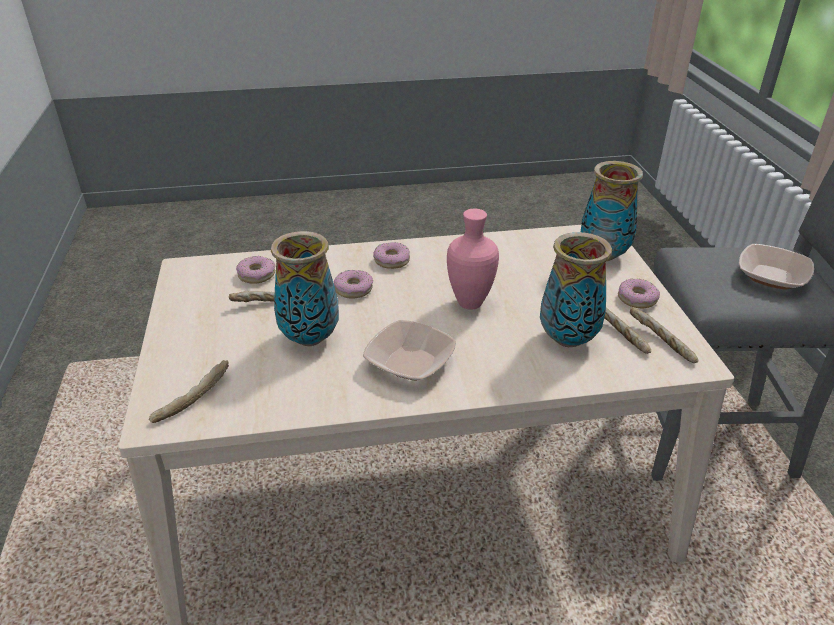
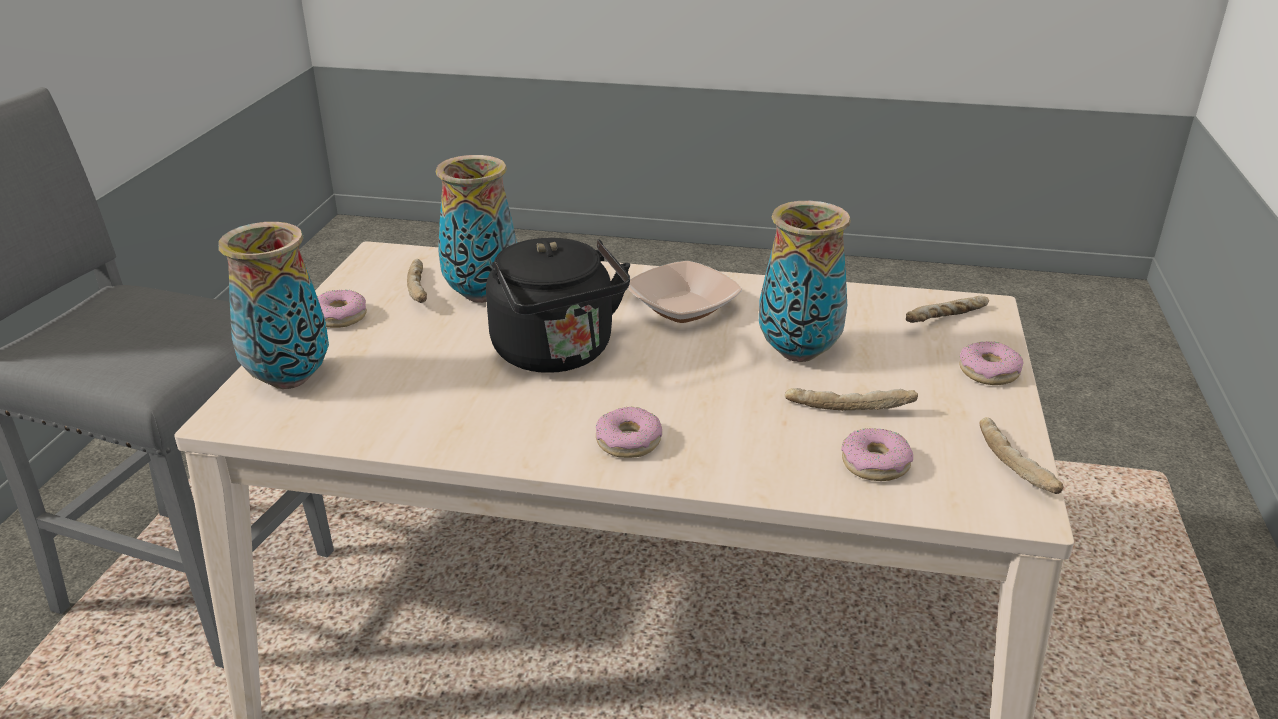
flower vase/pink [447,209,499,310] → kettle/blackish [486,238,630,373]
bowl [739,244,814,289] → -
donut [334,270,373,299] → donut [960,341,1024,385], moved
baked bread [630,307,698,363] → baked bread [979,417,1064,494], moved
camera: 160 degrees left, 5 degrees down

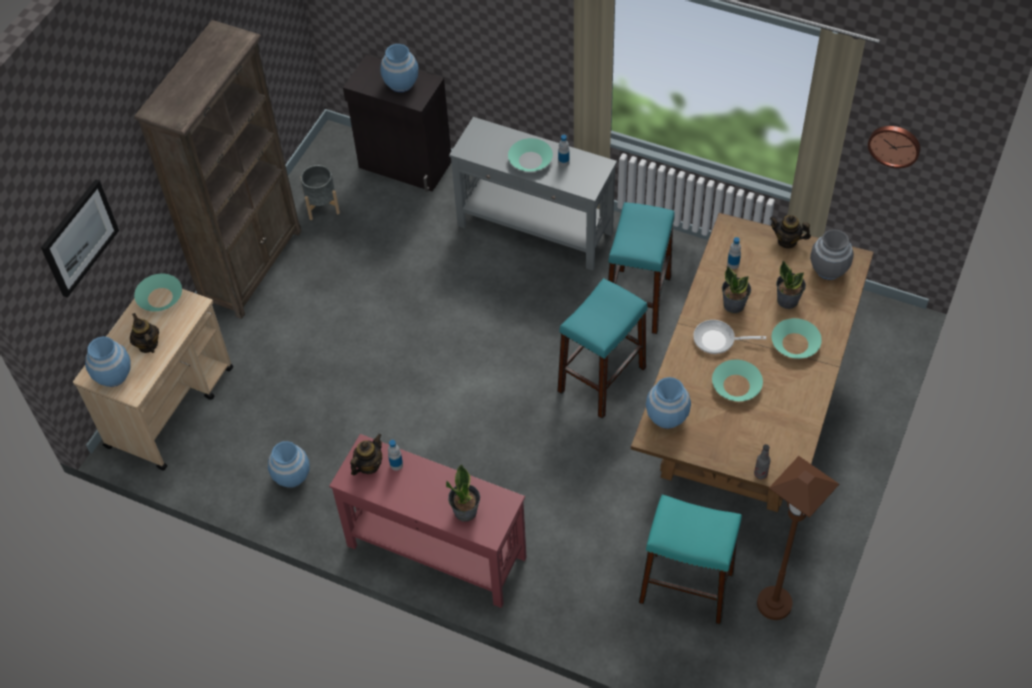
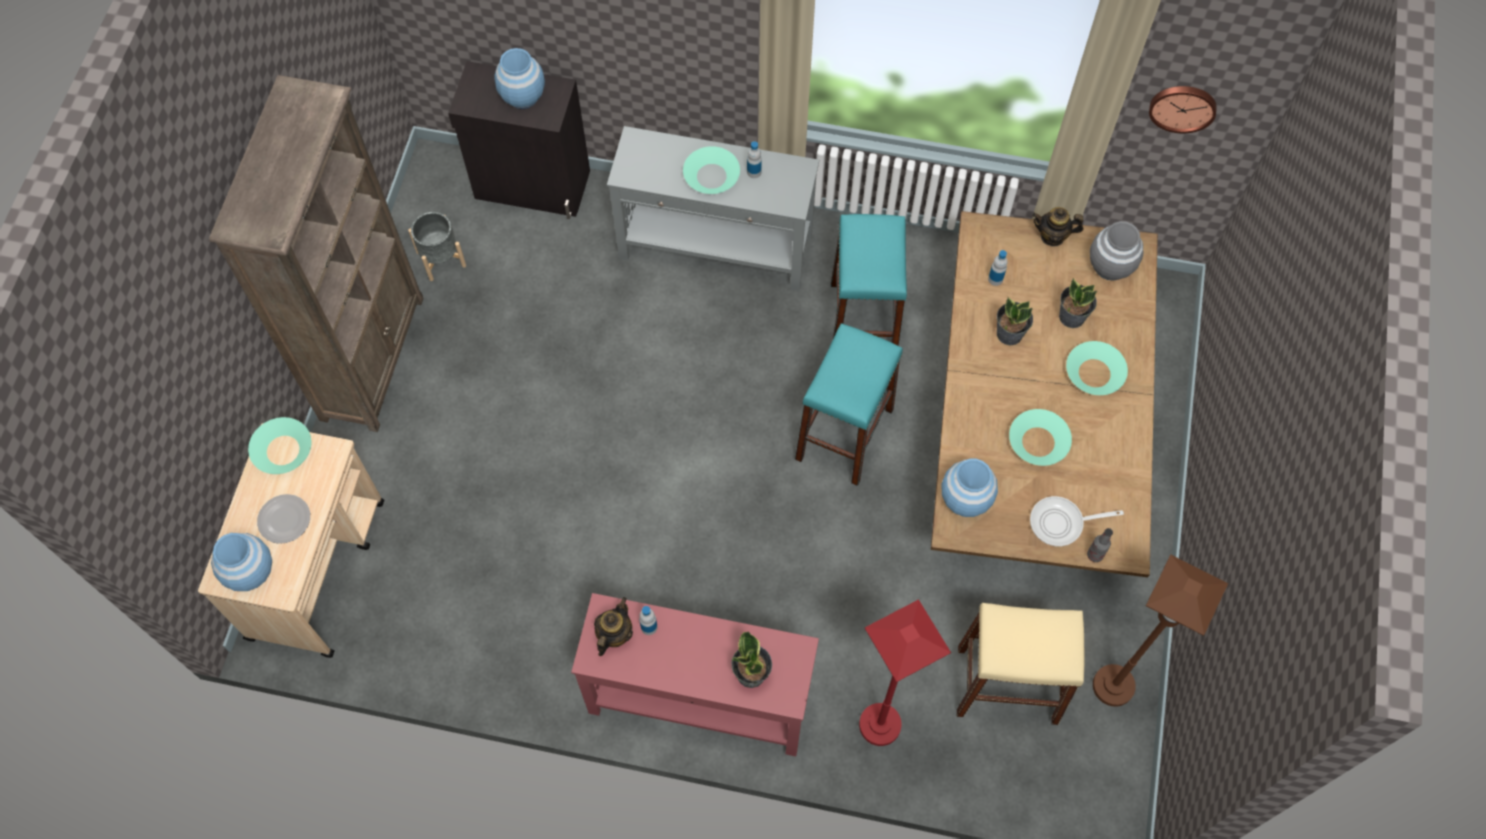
picture [41,179,119,298] → -
teapot [130,313,159,353] → dinner plate [257,494,310,544]
skillet [693,320,766,354] → skillet [1030,496,1124,547], moved
flower vase/blue [268,441,309,488] → -
sitting stool/blue-green [639,495,742,625] → sitting stool/beige [957,603,1084,725]
- → floor lamp/red-coloured [859,599,951,746]
camera: 15 degrees left, 10 degrees up

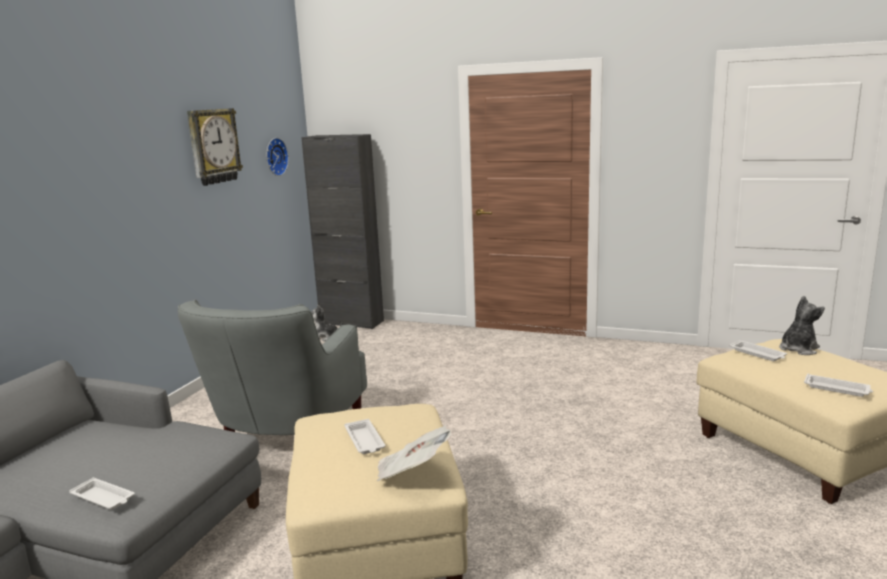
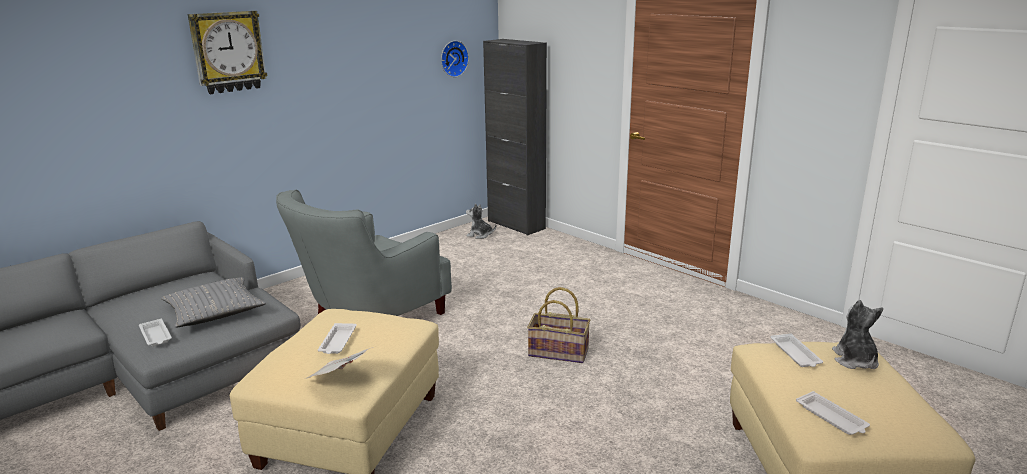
clock on the wall [187,108,243,186] → clock on the wall [188,11,268,94], moved
cuddly toy [779,296,825,355] → cuddly toy [832,300,883,369], 75 degrees counterclockwise
- → pillow/gray [161,277,266,327]
- → basket [527,287,590,363]
camera: 25 degrees right, 5 degrees up

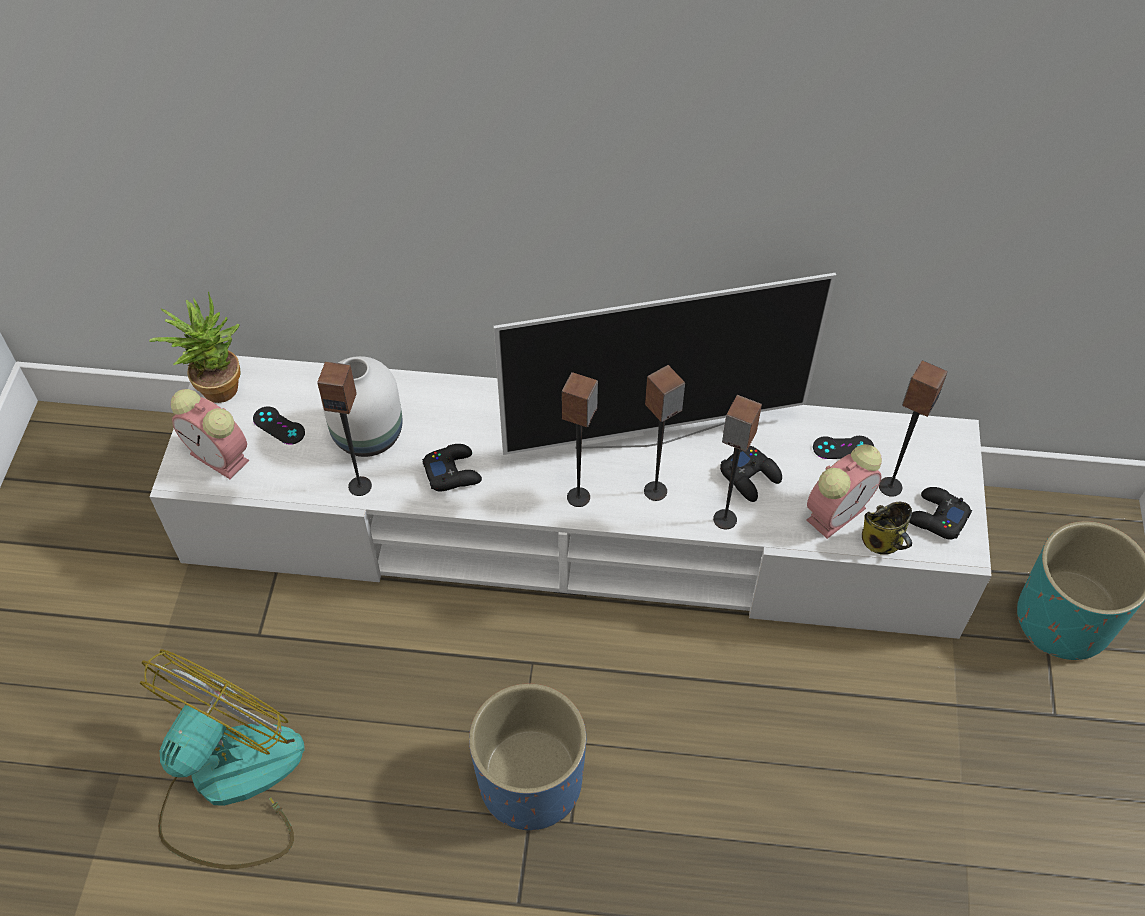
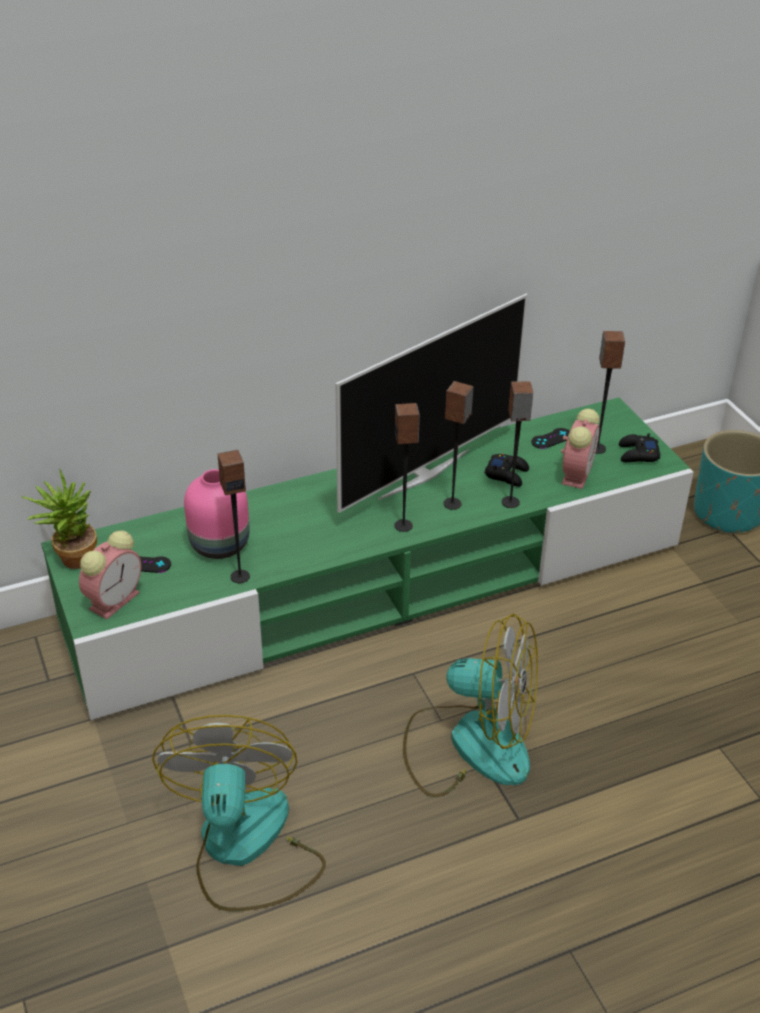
tv unit/whitish [150,356,992,639] → tv unit/green-coloured [41,397,694,720]
flower vase/whitish [321,356,403,457] → flower vase/pink [184,469,250,559]
table clock [171,389,249,479] → table clock [79,530,142,619], 60 degrees counterclockwise
gamepad/blackish [422,444,482,492] → -
mug [862,502,912,555] → -
planter/blue [469,684,586,830] → electric fan [403,614,538,797]
camera: 30 degrees left, 15 degrees down

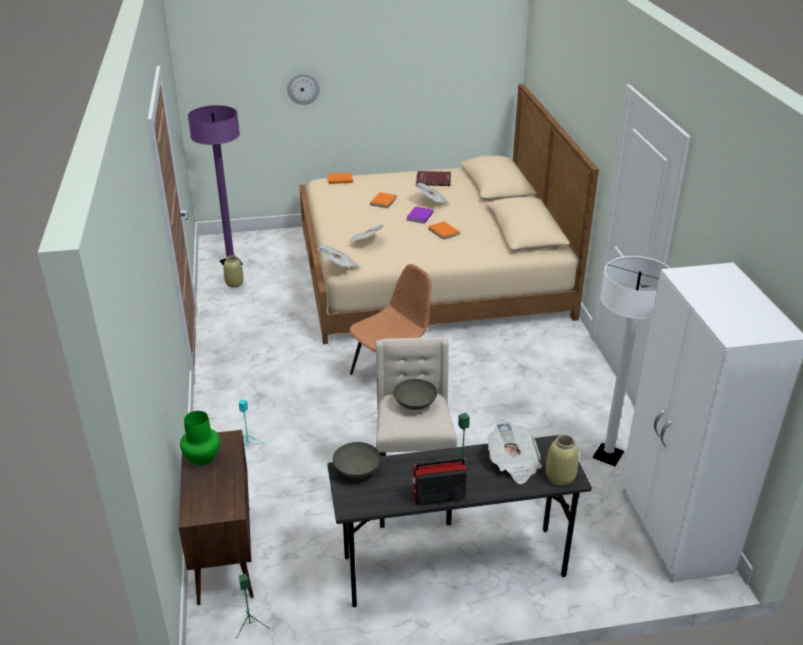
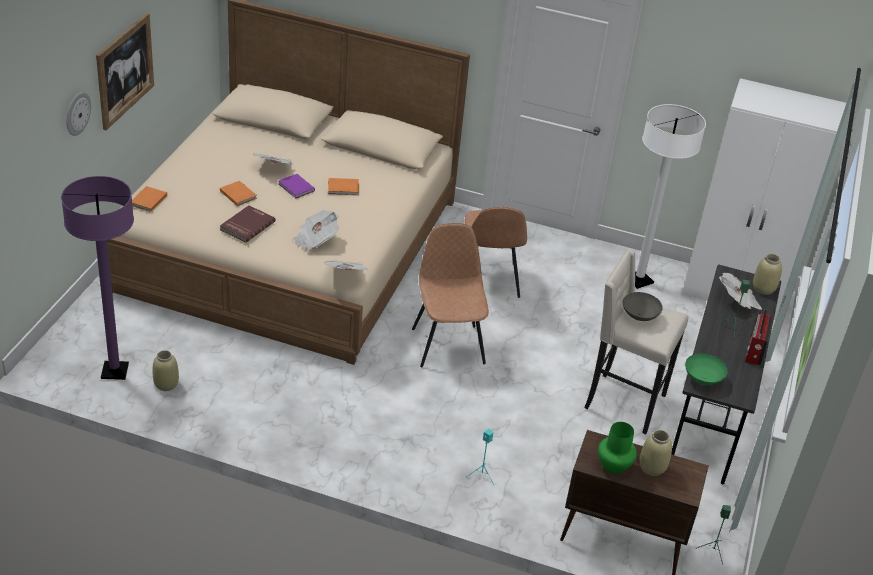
volume/red-coloured [416,171,451,186] → volume/red-coloured [220,205,276,243], moved
bowl/gray [333,442,381,478] → bowl/green-coloured [685,353,728,385]
- → picture [96,13,154,130]
- → plain chair/brownish [464,207,527,298]
- → flower vase/beige [639,430,672,476]
camera: 65 degrees left, 5 degrees up

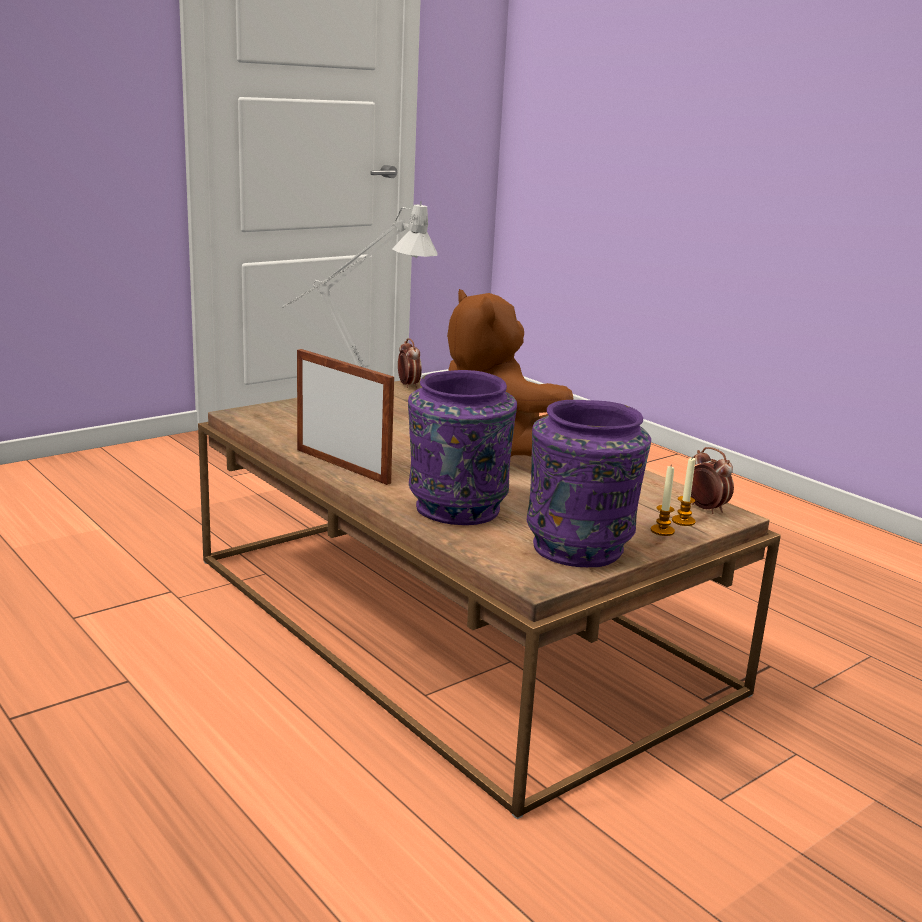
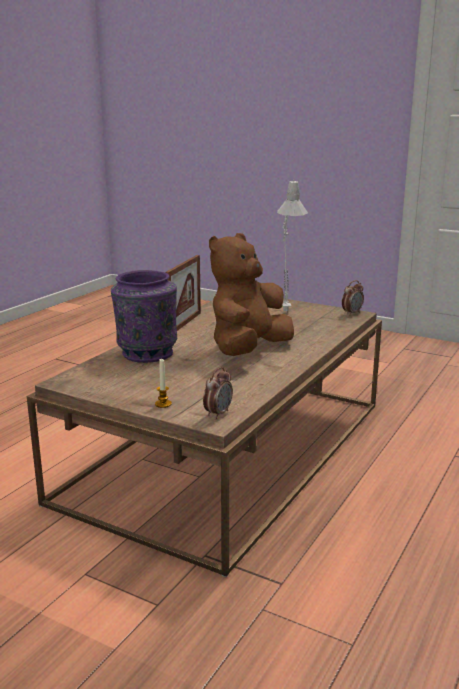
flower vase/purple [527,400,651,567] → -
wax candle [672,456,696,526] → -
camera: 70 degrees right, 0 degrees up

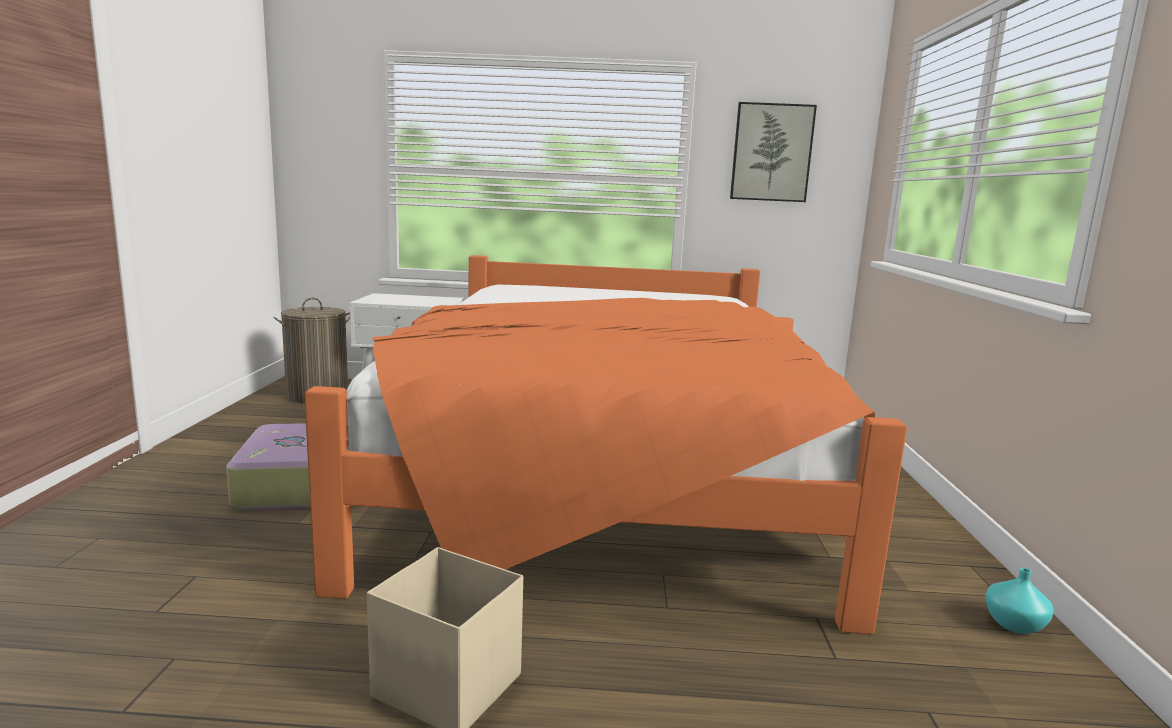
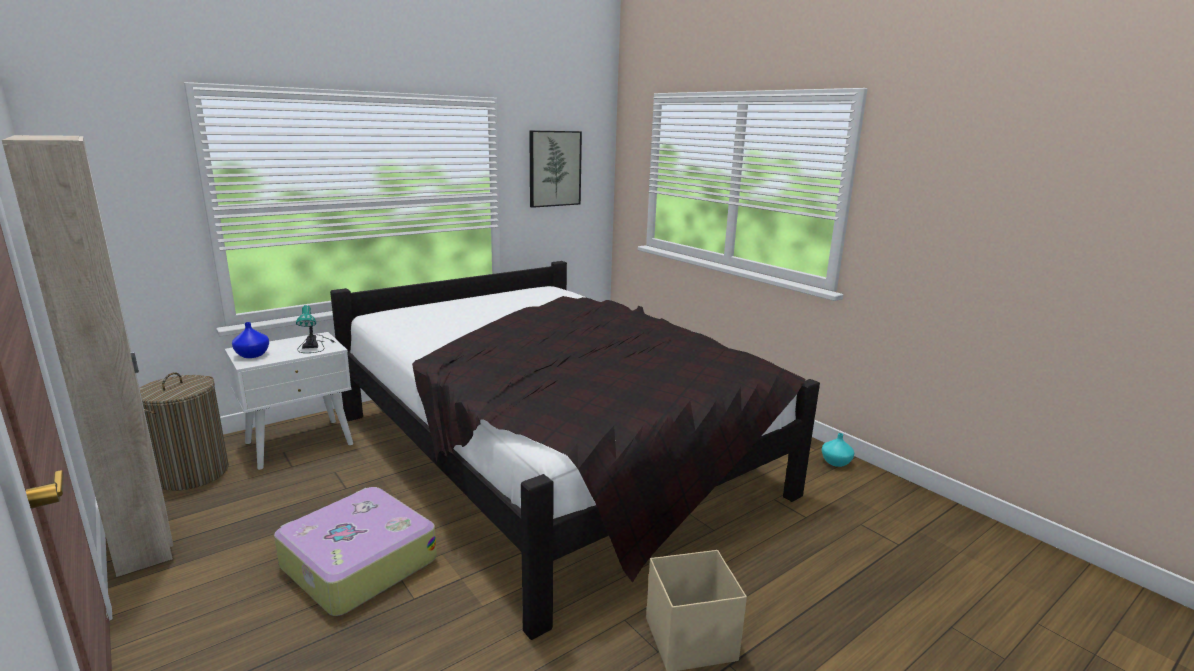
bed/orange [304,255,907,634] → bed/blackish [330,261,820,640]
- → armoire/beige [2,135,173,577]
- → lamp for a table [296,305,335,353]
- → flower vase/blue [232,322,269,358]
camera: 40 degrees left, 5 degrees up

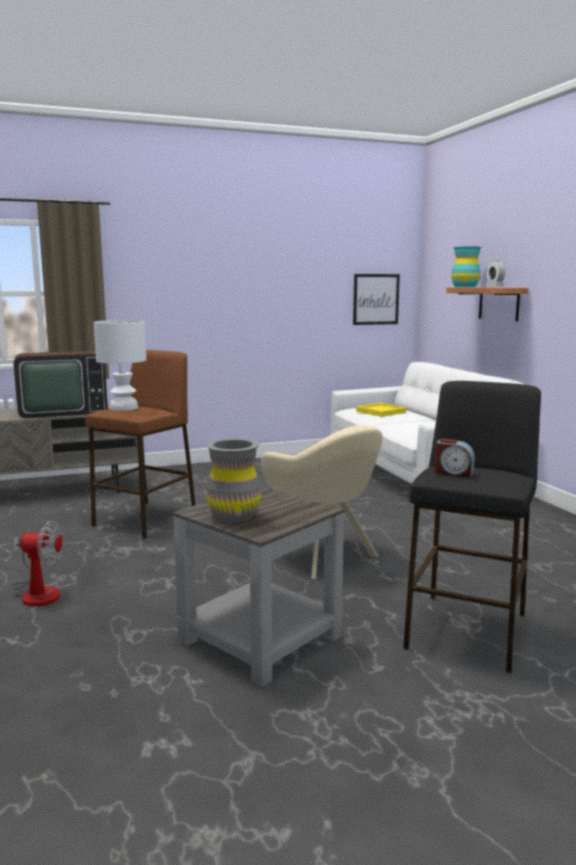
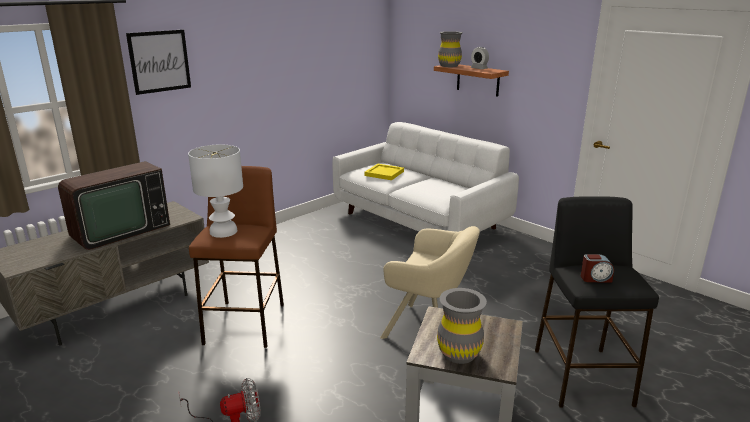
flower vase/blue-green [451,247,481,287] → flower vase/gray [438,31,463,67]
picture [353,274,400,325] → picture [126,30,191,95], moved
camera: 25 degrees left, 10 degrees up

